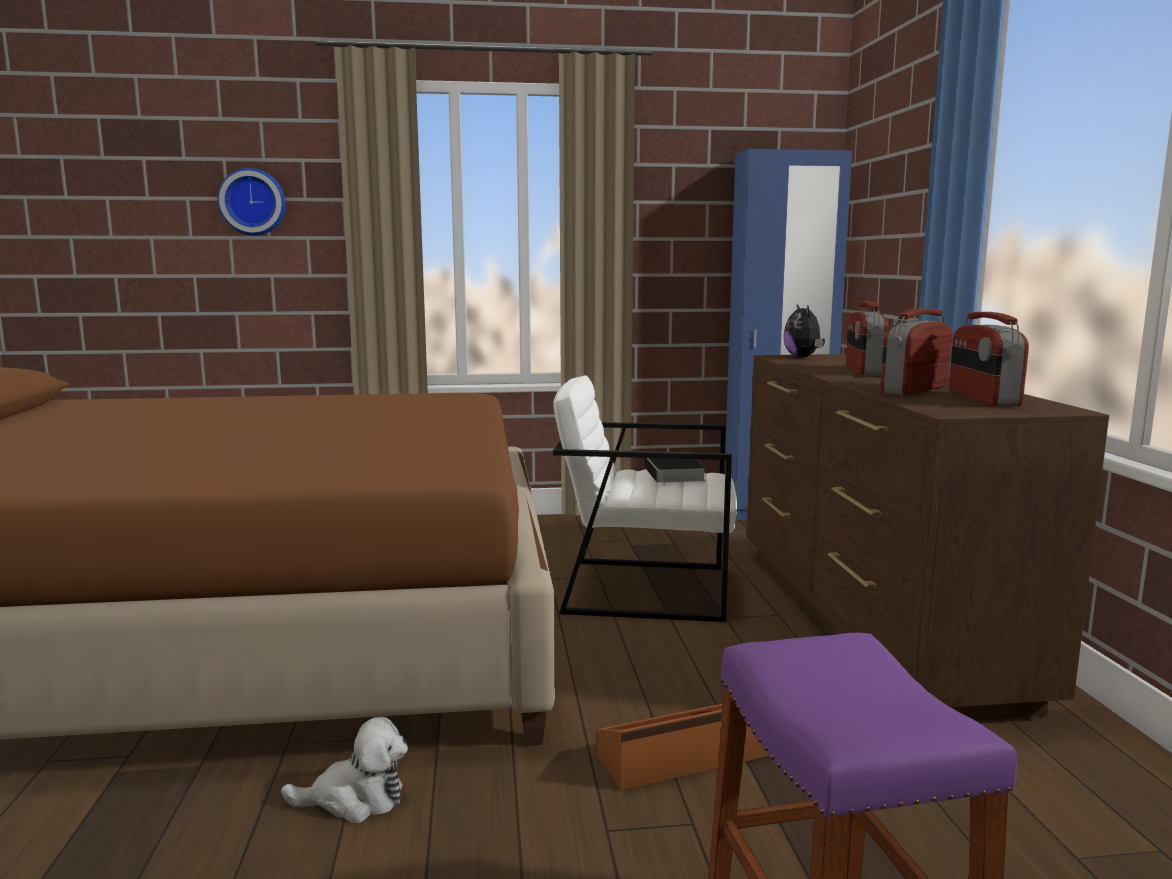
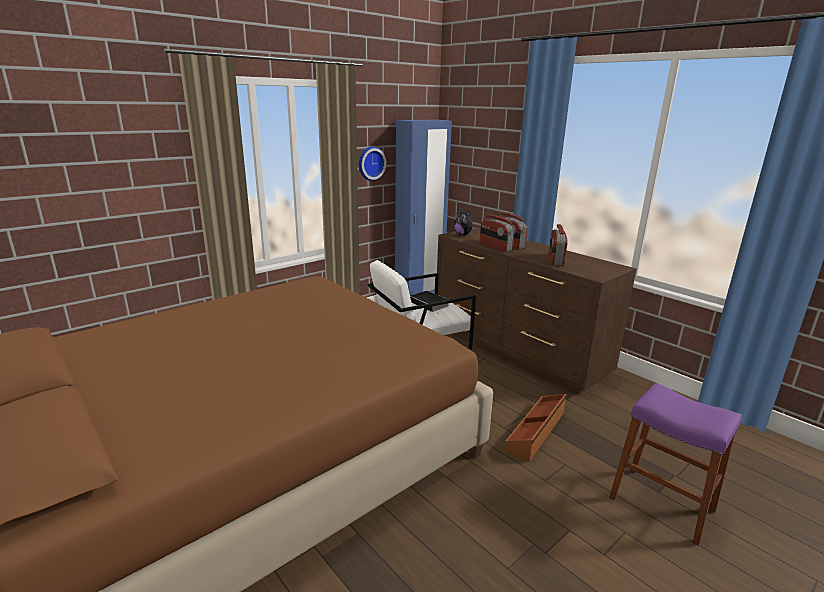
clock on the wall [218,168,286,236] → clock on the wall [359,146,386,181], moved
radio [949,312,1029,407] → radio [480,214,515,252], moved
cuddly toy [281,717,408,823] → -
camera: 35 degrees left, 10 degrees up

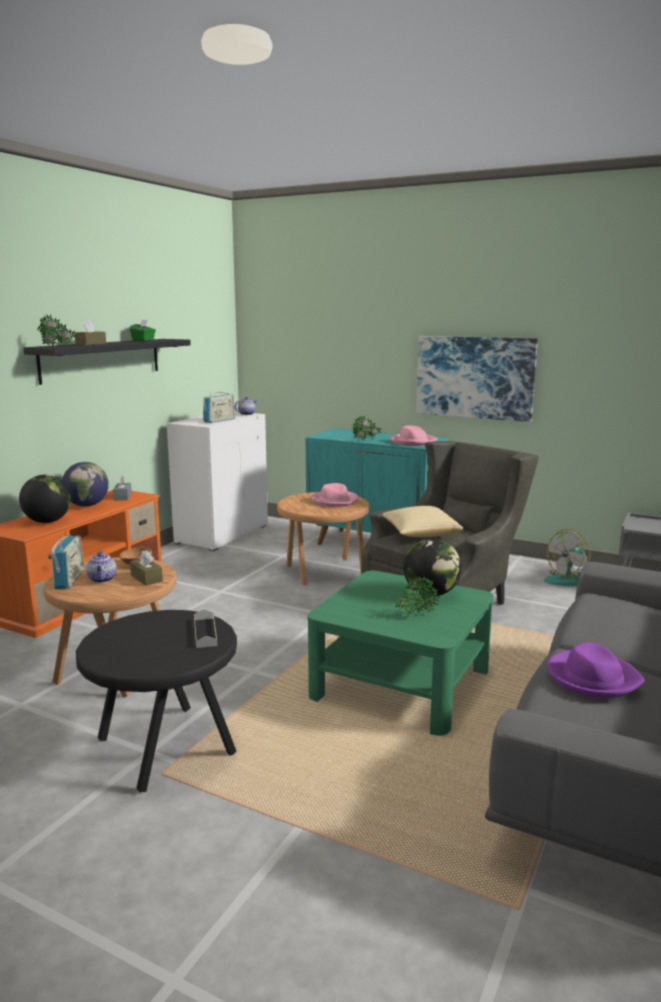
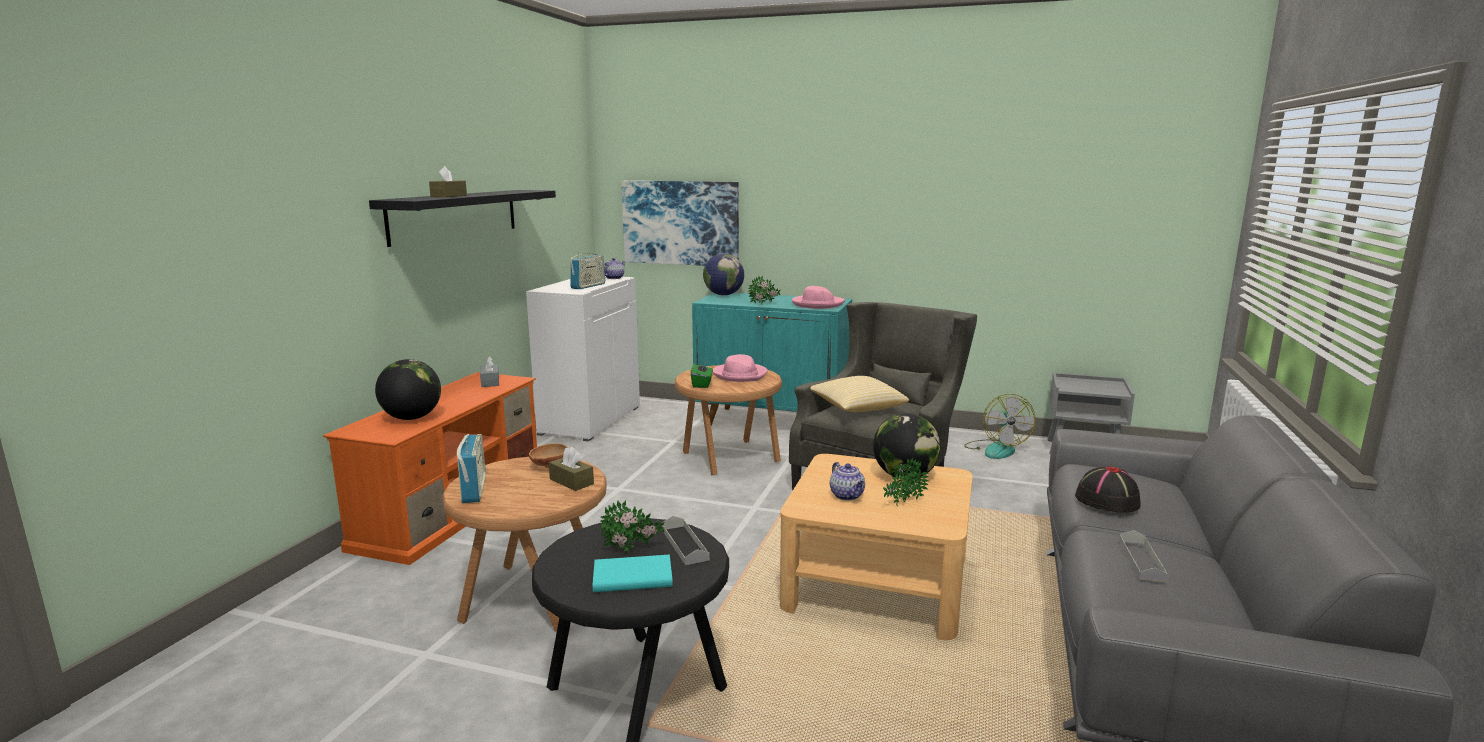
plant in a pot [38,315,76,347] → plant in a pot [600,500,665,553], moved
box of tissues/green-coloured [129,320,156,341] → box of tissues/green-coloured [691,361,713,388], moved
picture [416,336,538,422] → picture [621,181,739,266], moved
world globe [62,462,109,507] → world globe [703,254,744,296], moved
electric fan [544,529,590,586] → electric fan [964,394,1036,459], 45 degrees counterclockwise
teapot [86,551,117,583] → teapot [830,462,865,500], moved
lounge table/green-coloured [308,571,493,736] → lounge table/beige [780,454,973,640]
hat/purple [547,643,645,698] → tray/gray [1119,530,1169,583]
- → hat/blackish [1075,466,1141,513]
- → volume/blue-green [593,555,673,592]
camera: 10 degrees left, 0 degrees up

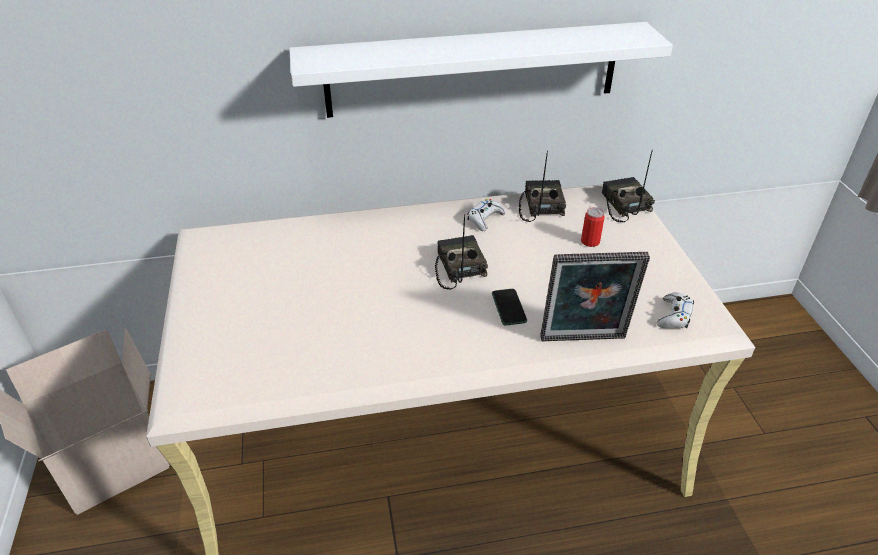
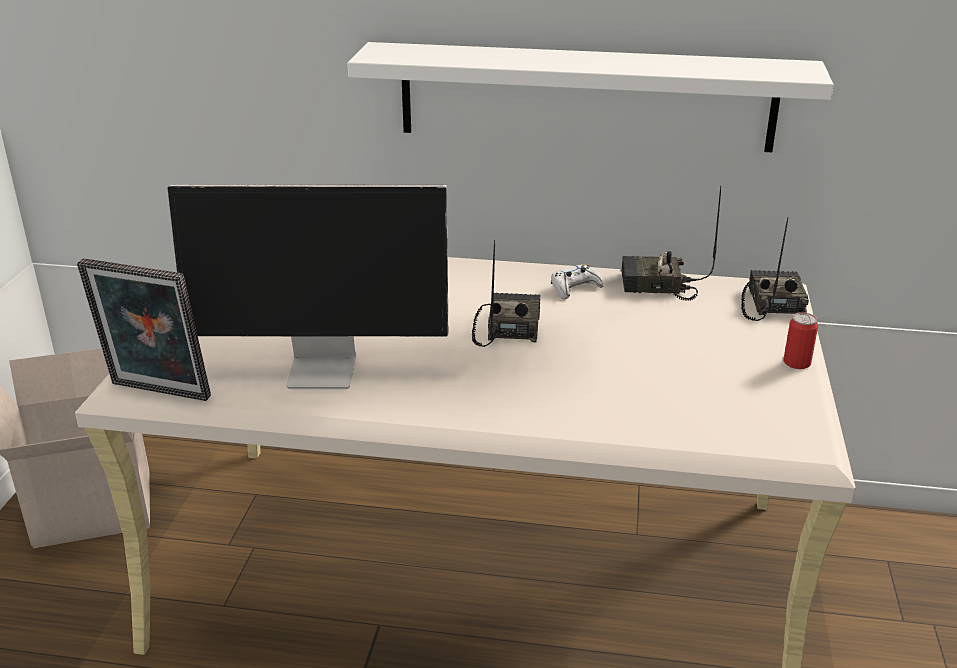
radio [519,151,566,222] → radio [622,186,721,301], 105 degrees counterclockwise
sealed can [581,207,605,247] → sealed can [784,312,818,369], moved
standing frame [540,252,650,342] → standing frame [77,259,211,401], moved
phone [492,289,527,325] → -
gamepad/whitish [657,292,694,328] → -
- → computer display [168,184,448,389]
camera: 20 degrees right, 10 degrees down

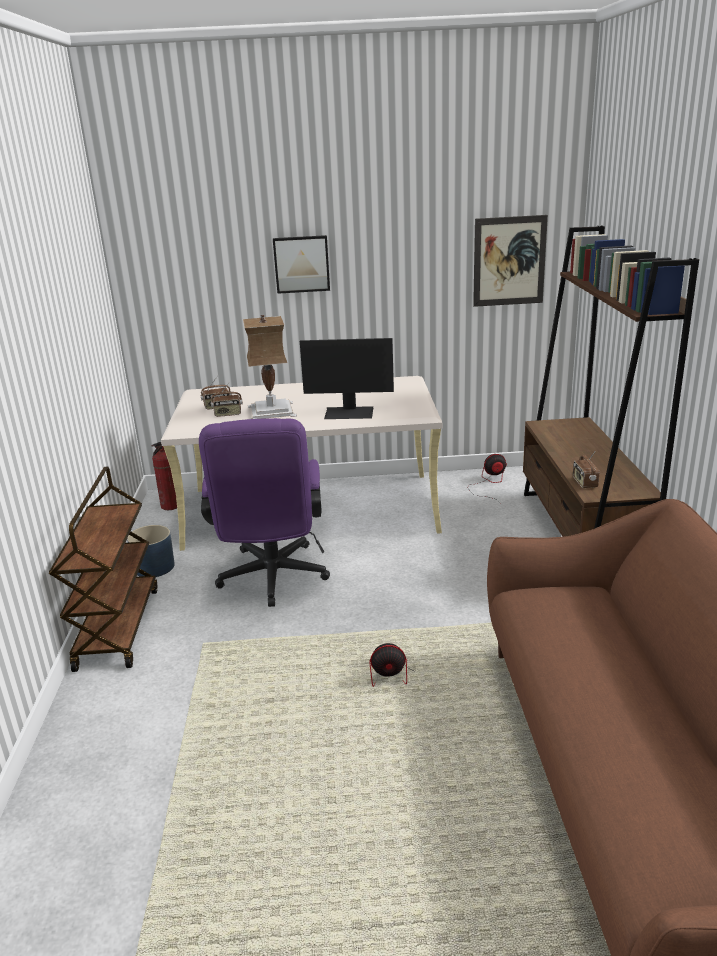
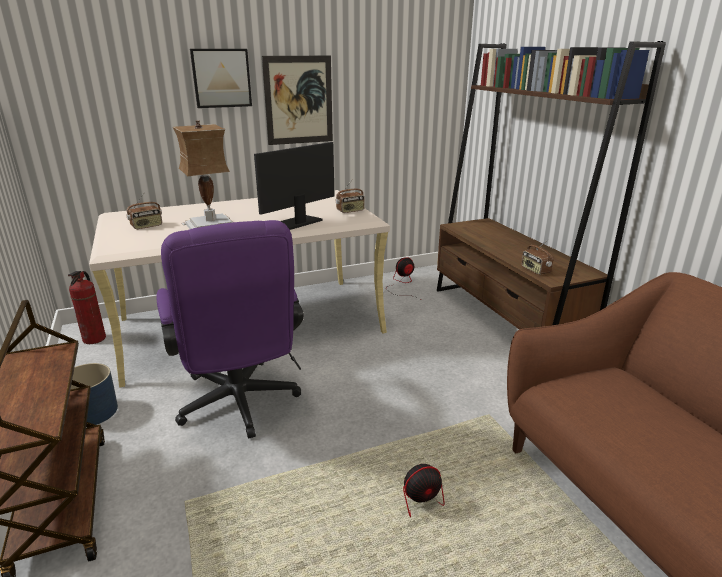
picture [473,215,548,307] → picture [262,56,333,145], moved
computer display [300,338,394,419] → computer display [254,142,335,230], 150 degrees clockwise
radio [211,382,243,417] → radio [336,179,365,213], moved
camera: 20 degrees left, 0 degrees up

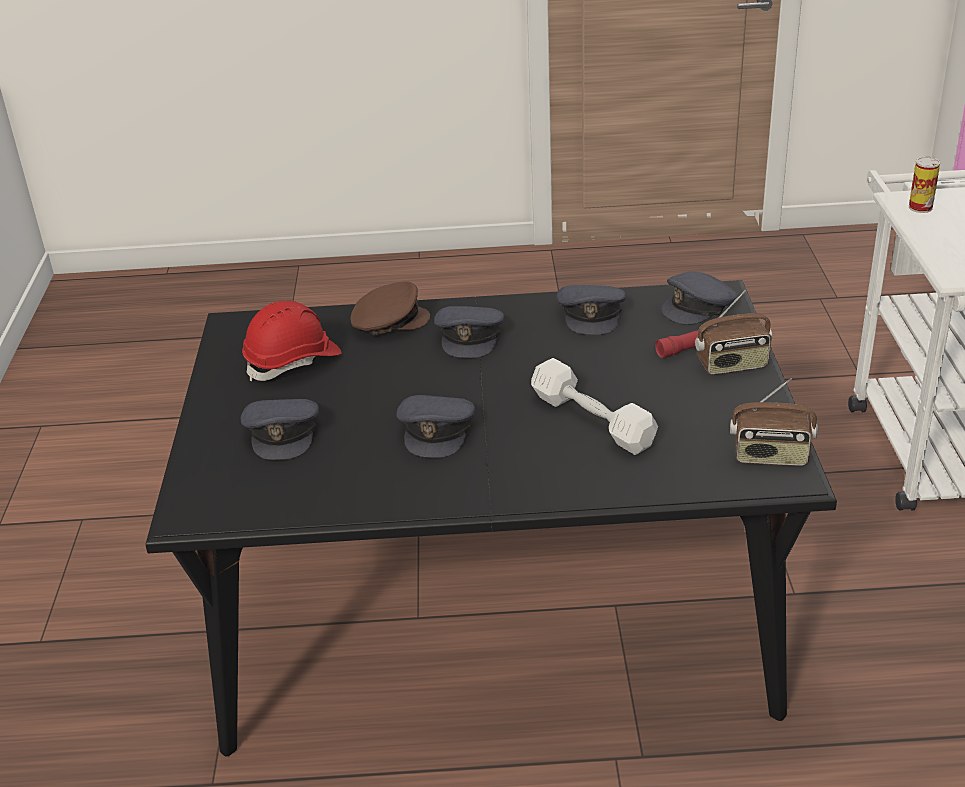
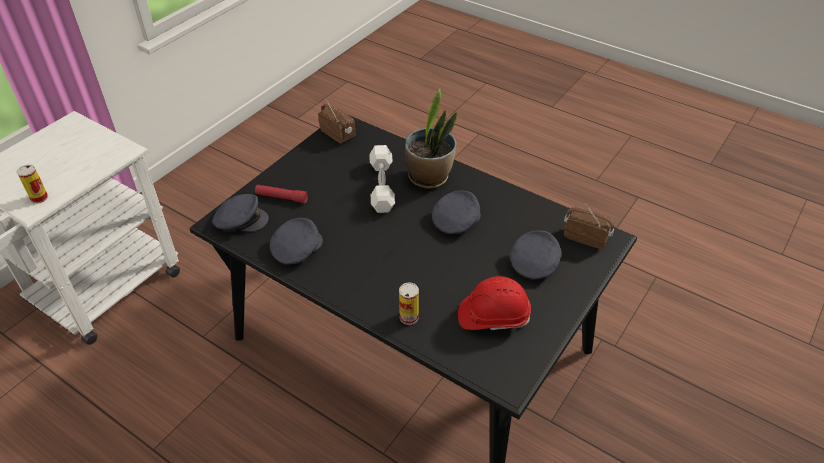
cap/brownish [350,281,430,335] → sealed can [399,283,419,325]
radio [695,290,772,375] → radio [564,203,614,249], moved
cap/gray [434,306,504,358] → -
- → plant in a pot [405,88,457,189]
camera: 145 degrees left, 10 degrees up

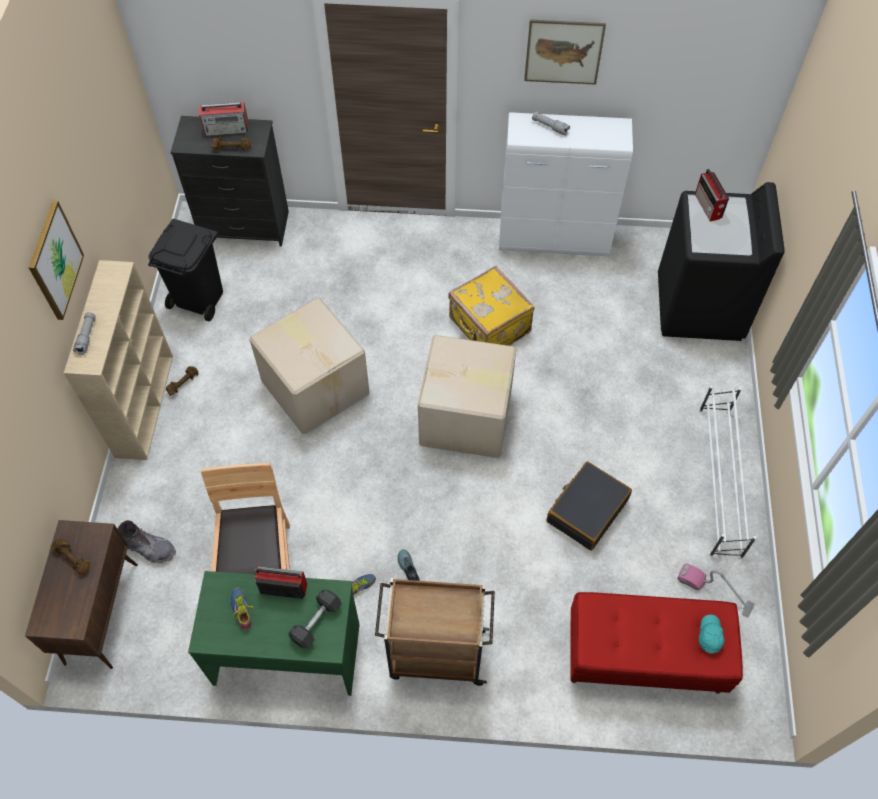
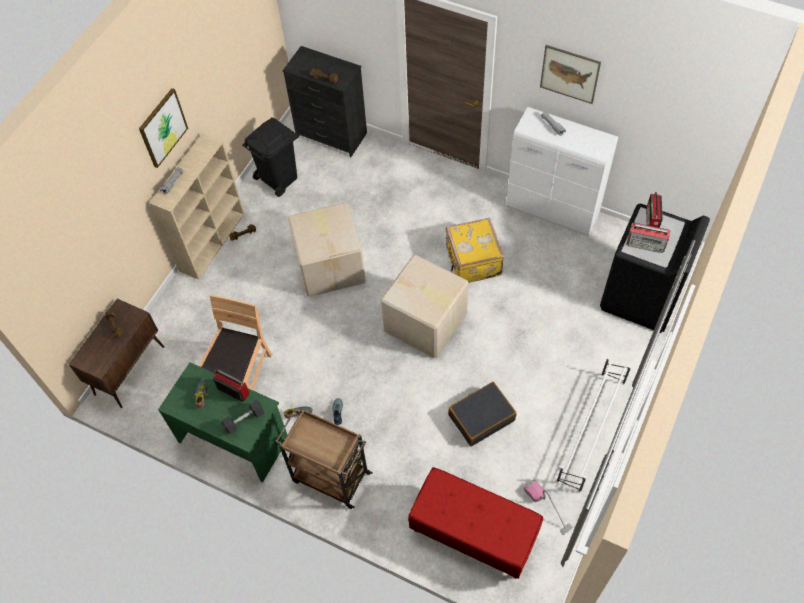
radio [199,102,249,136] → radio [627,222,670,253], moved
boot/gray [118,520,176,563] → -
cap/blue-green [699,615,725,653] → -
camera: 25 degrees right, 0 degrees up

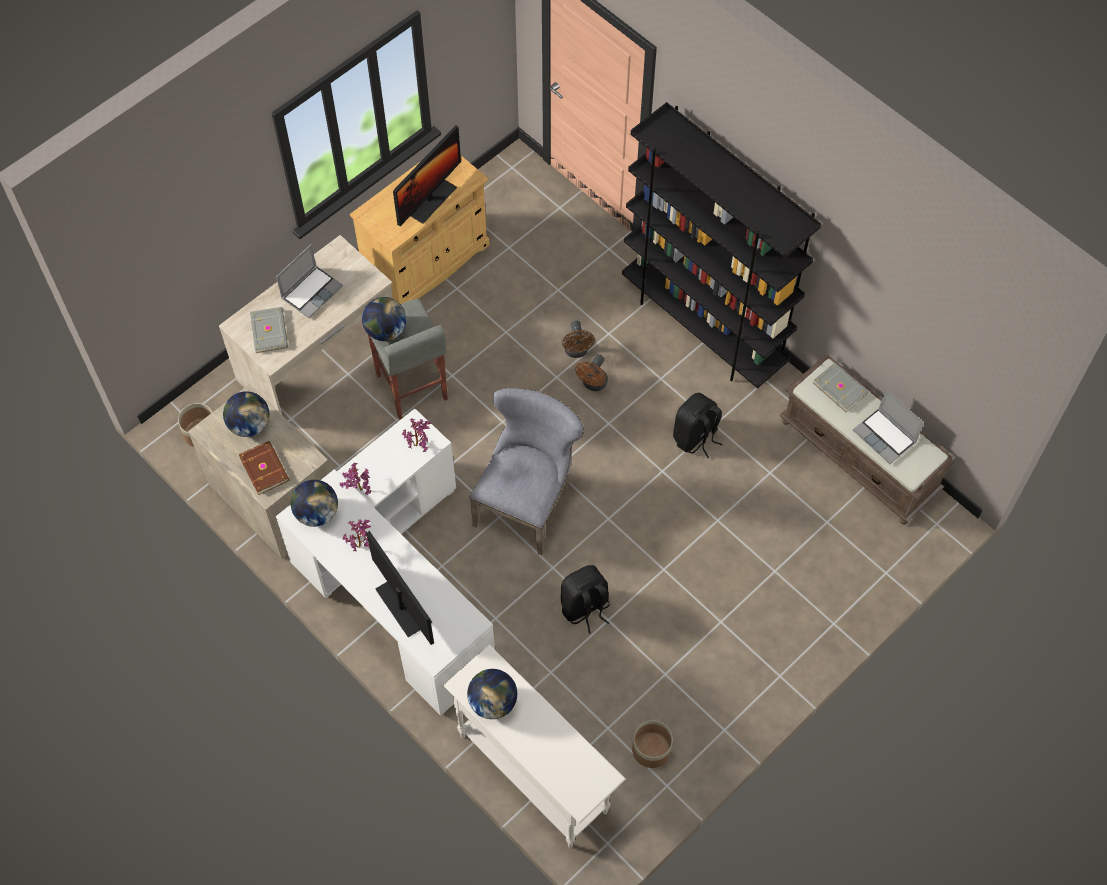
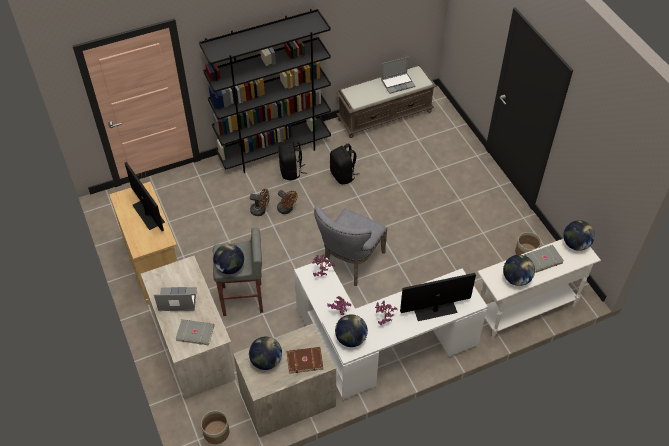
notebook computer [276,244,343,318] → notebook computer [154,287,197,311], 60 degrees counterclockwise
volume/gray [813,363,868,412] → volume/gray [524,245,564,273], moved
plain chair/gray [470,388,584,556] → plain chair/gray [314,206,388,286], 105 degrees counterclockwise
rucksack/blackish [561,565,610,634] → rucksack/blackish [279,141,307,180], moved
- → world globe [563,220,595,251]
camera: 70 degrees left, 10 degrees down

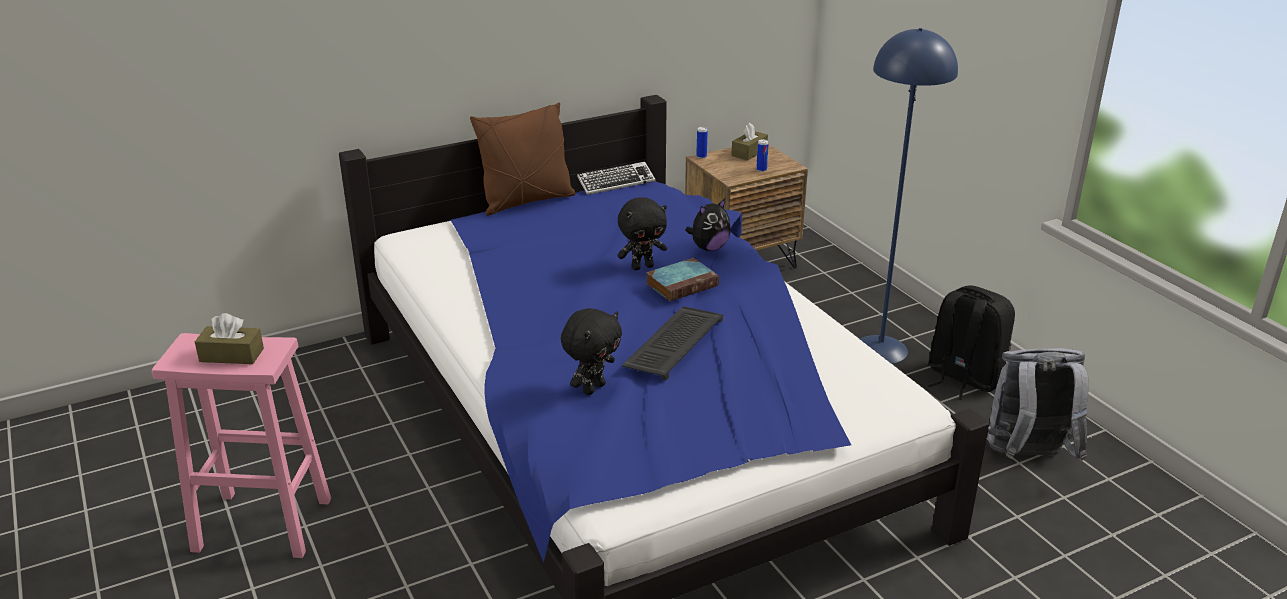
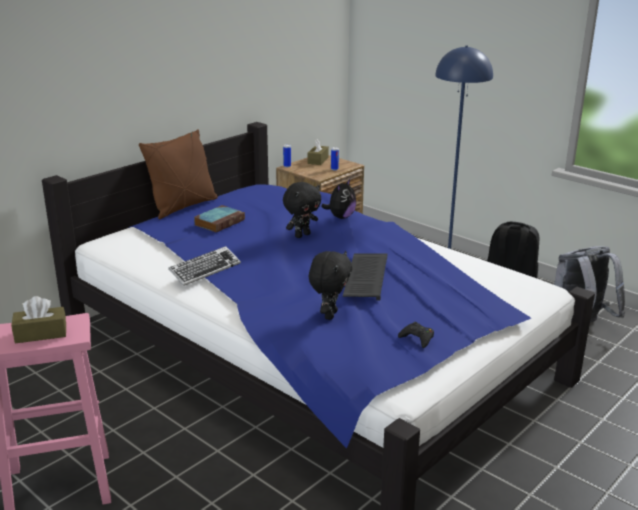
PC keyboard [577,162,655,195] → PC keyboard [168,246,241,286], moved
volume [646,258,719,301] → volume [194,205,245,232], moved
- → gamepad/blackish [398,322,434,348]
camera: 20 degrees left, 5 degrees down

